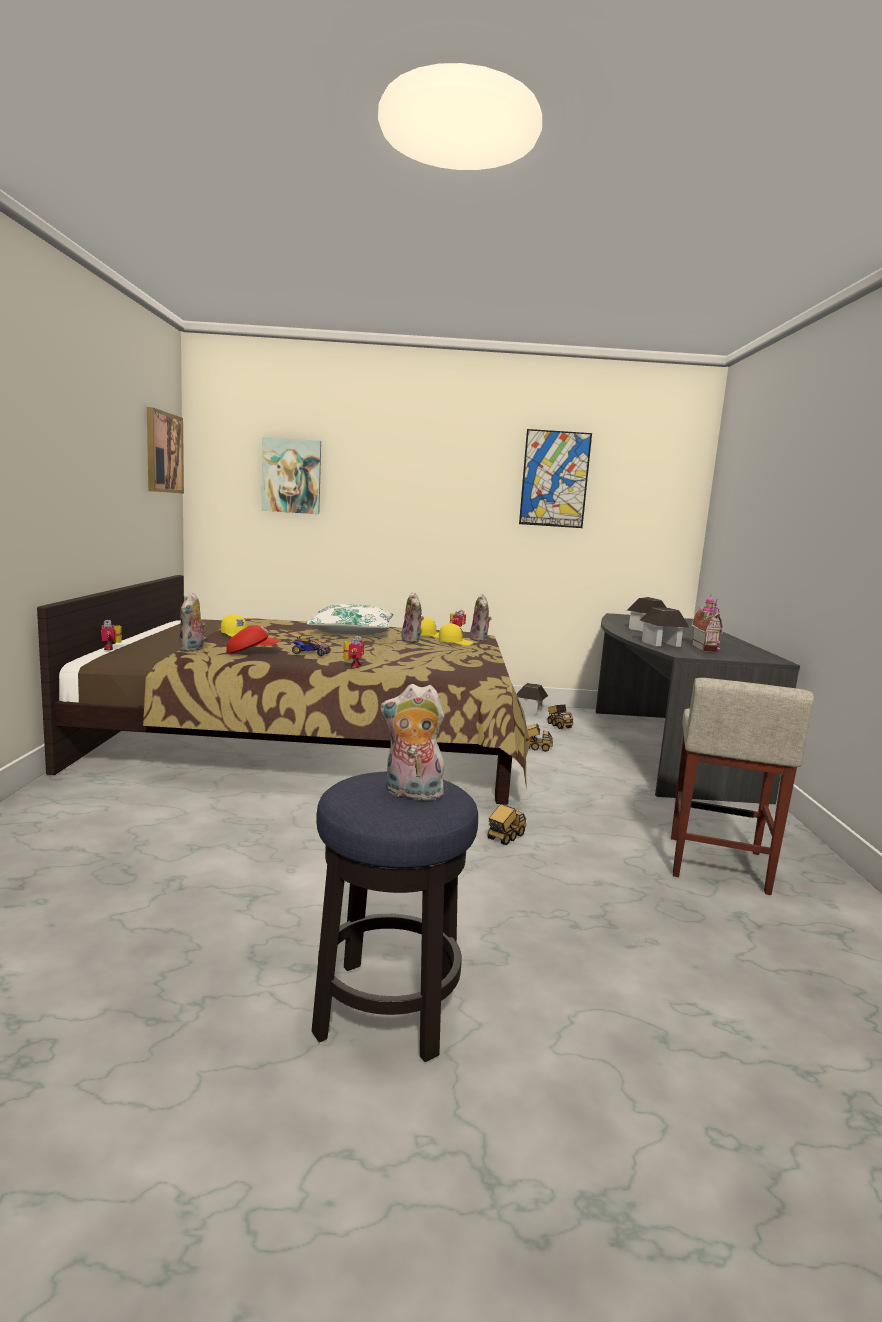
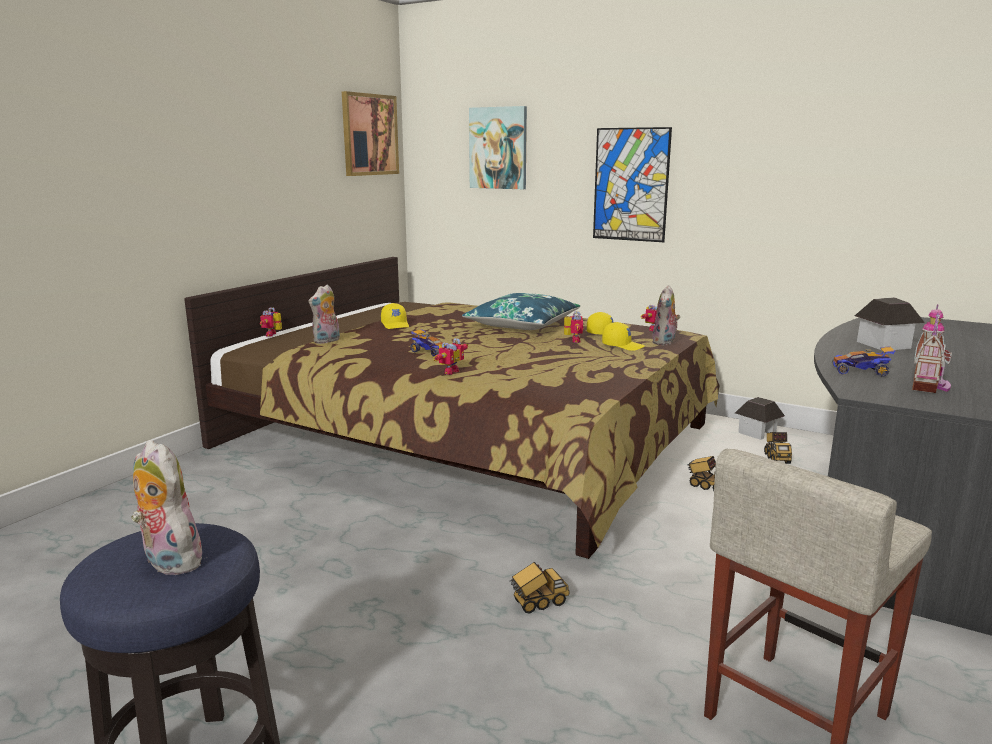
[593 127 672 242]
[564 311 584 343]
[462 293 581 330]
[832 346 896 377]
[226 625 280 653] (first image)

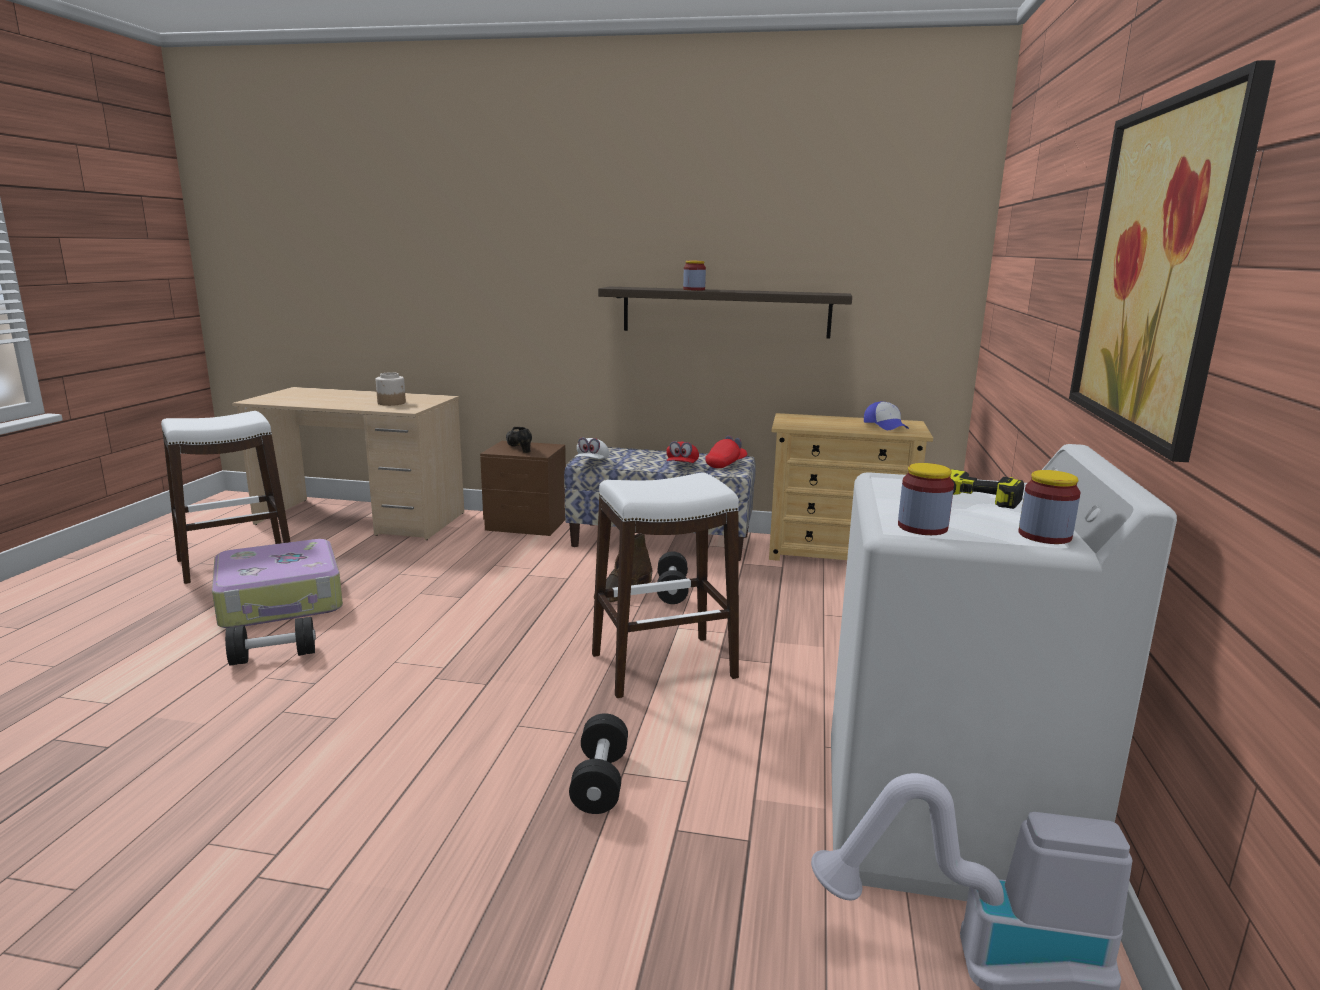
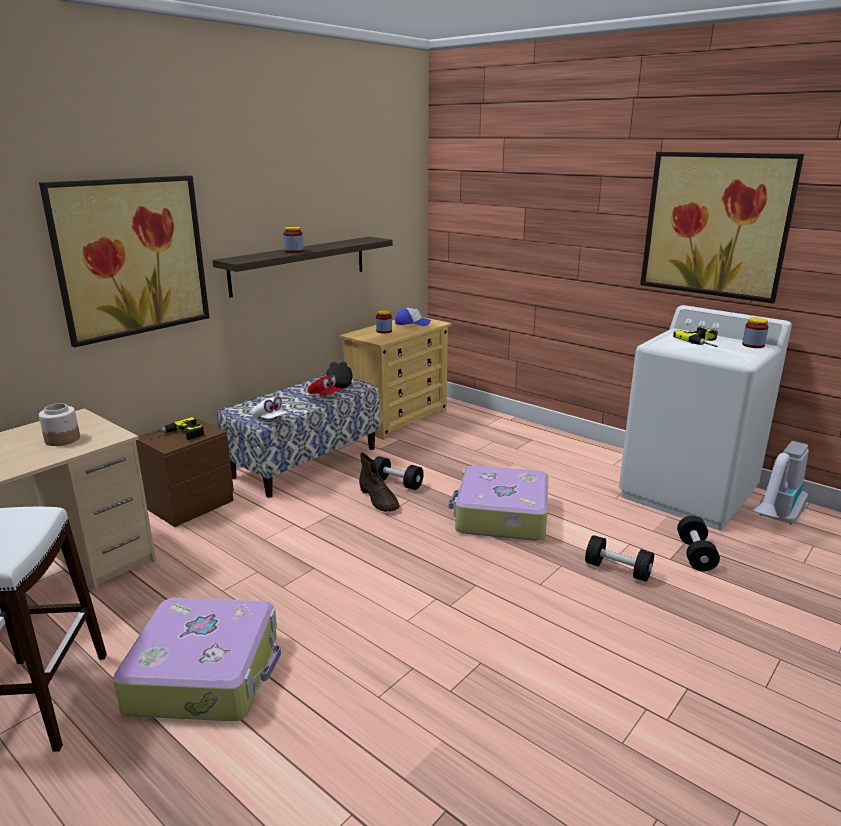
[146 417 204 440]
[327 361 352 389]
[376 310 392 334]
[449 465 548 540]
[677 516 720 571]
[39 176 209 347]

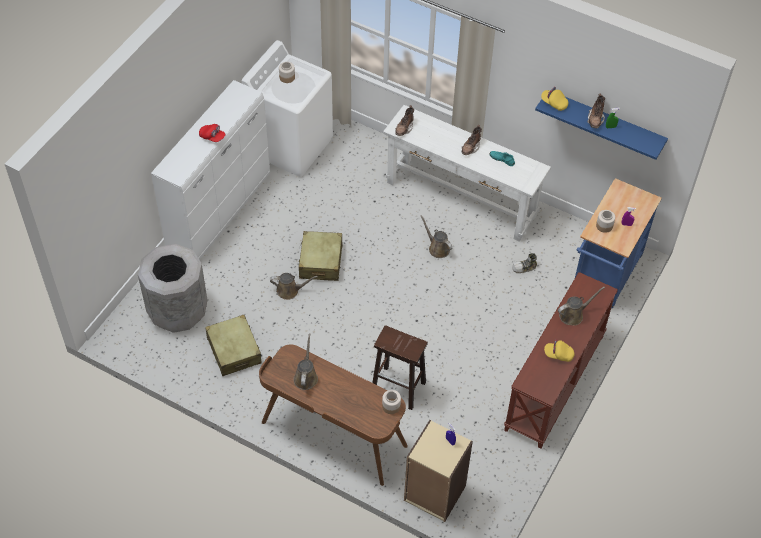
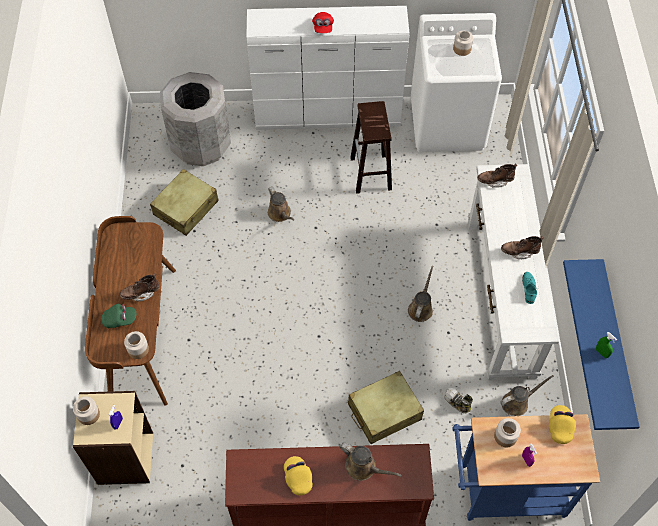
[549 405 576 444]
[120 273 160 302]
[348 371 424 444]
[350 101 392 194]
[500 375 554 416]
[101 304 136 328]
[73 396 100 425]

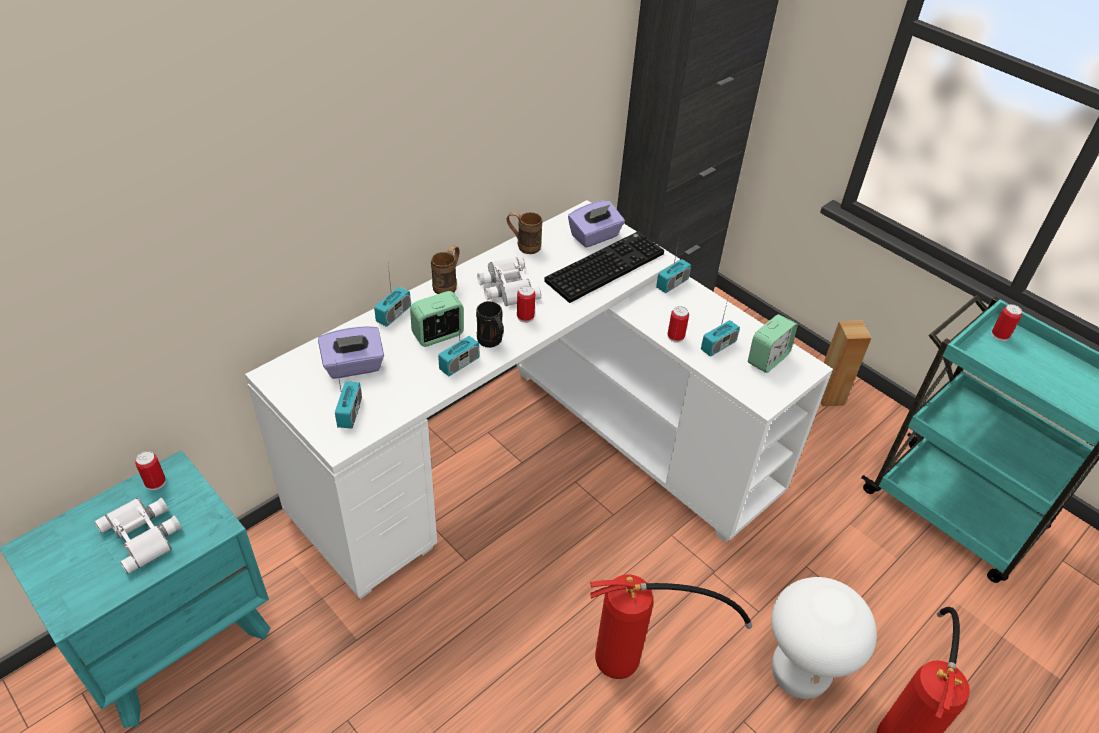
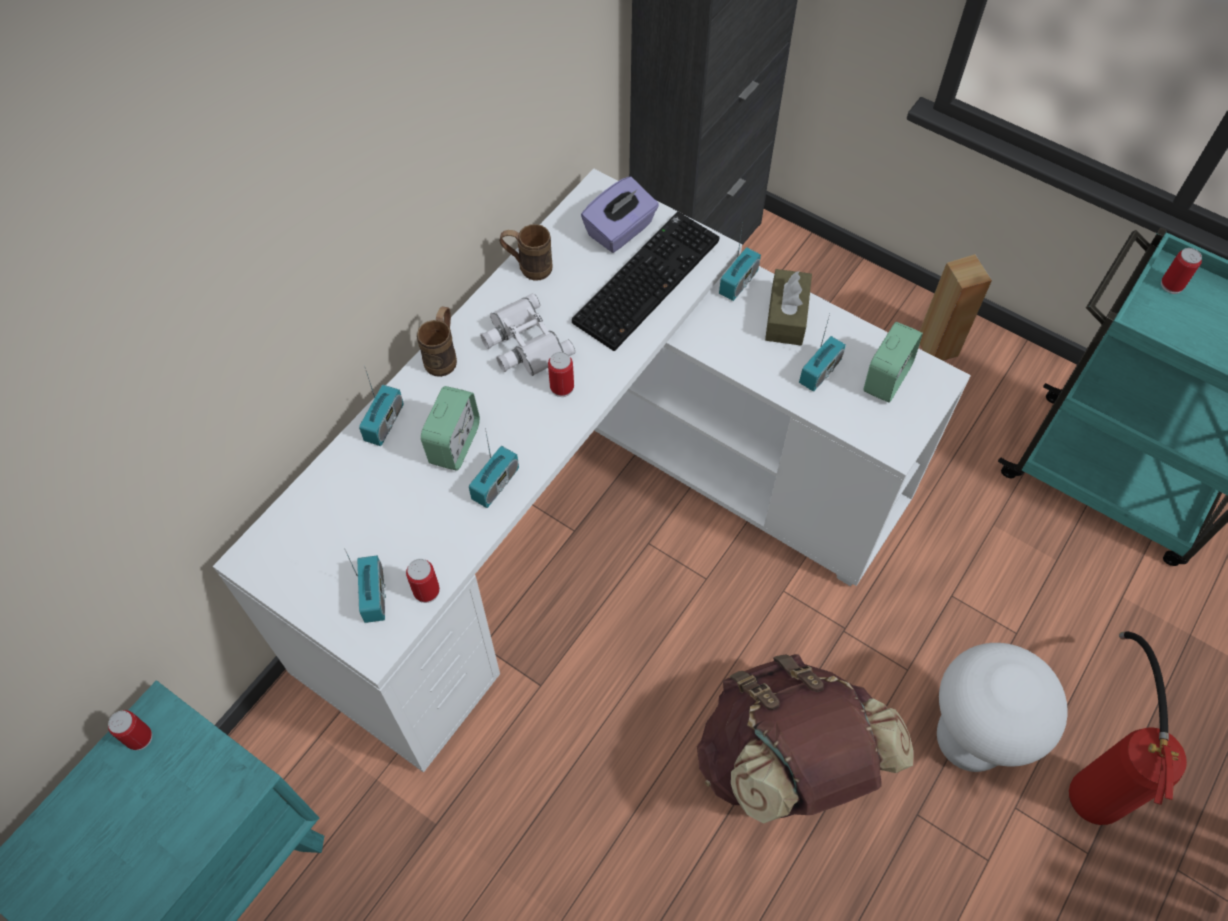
[421 386 480 471]
[476 301 504 348] (first image)
[406 559 440 603]
[318 326 384 379] (first image)
[94 498 182 574] (first image)
[697 654 914 824]
[765 269 812 346]

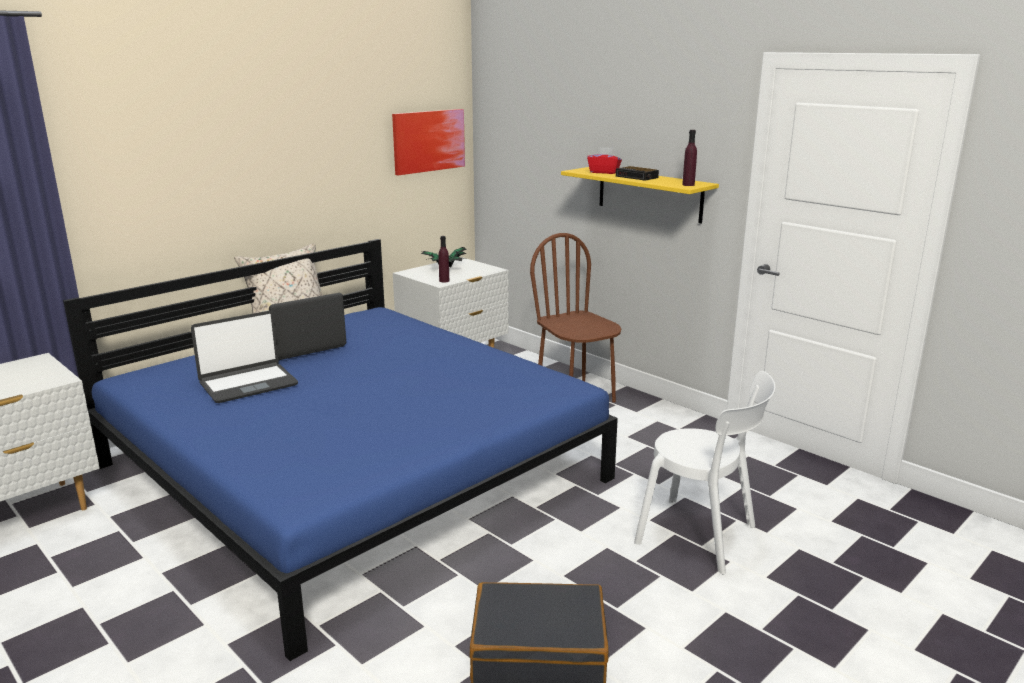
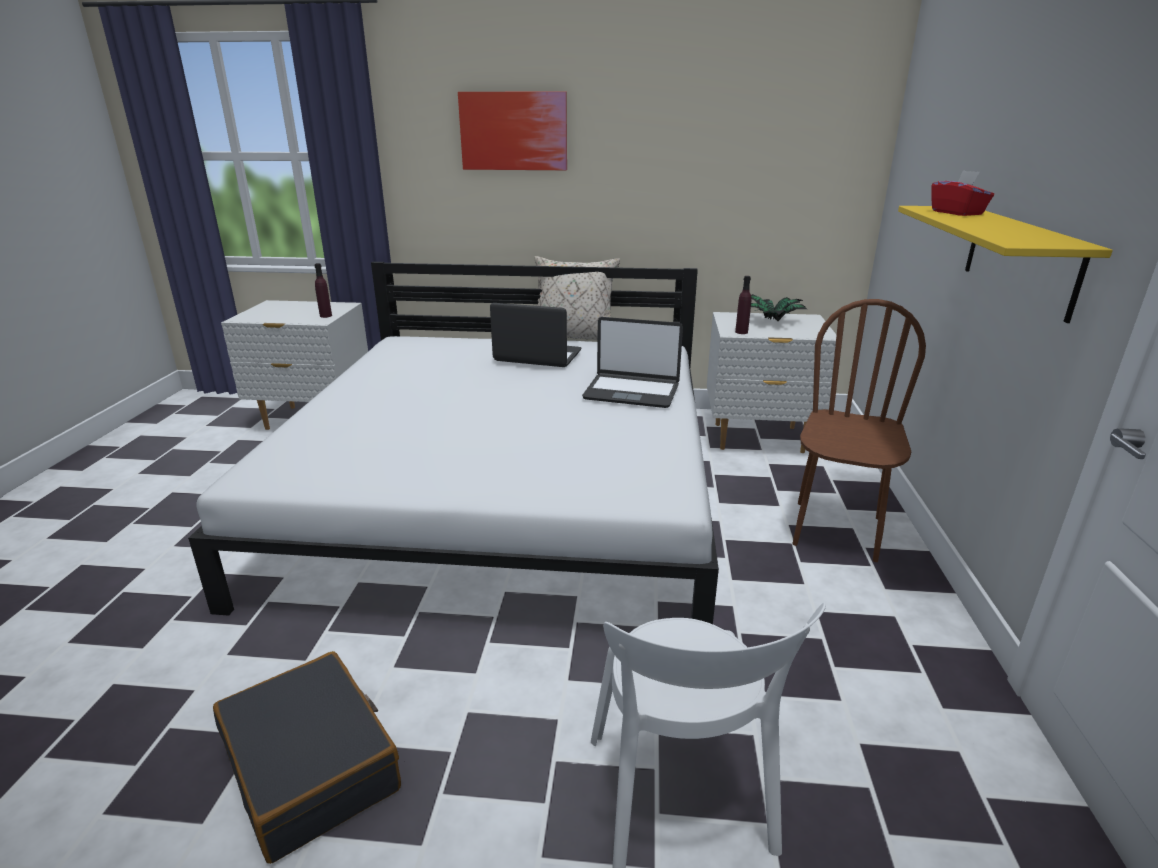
[458 91 567 170]
[314 263 332 318]
[616 166 659 181] (first image)
[188 262 719 624]
[582 317 683 408]

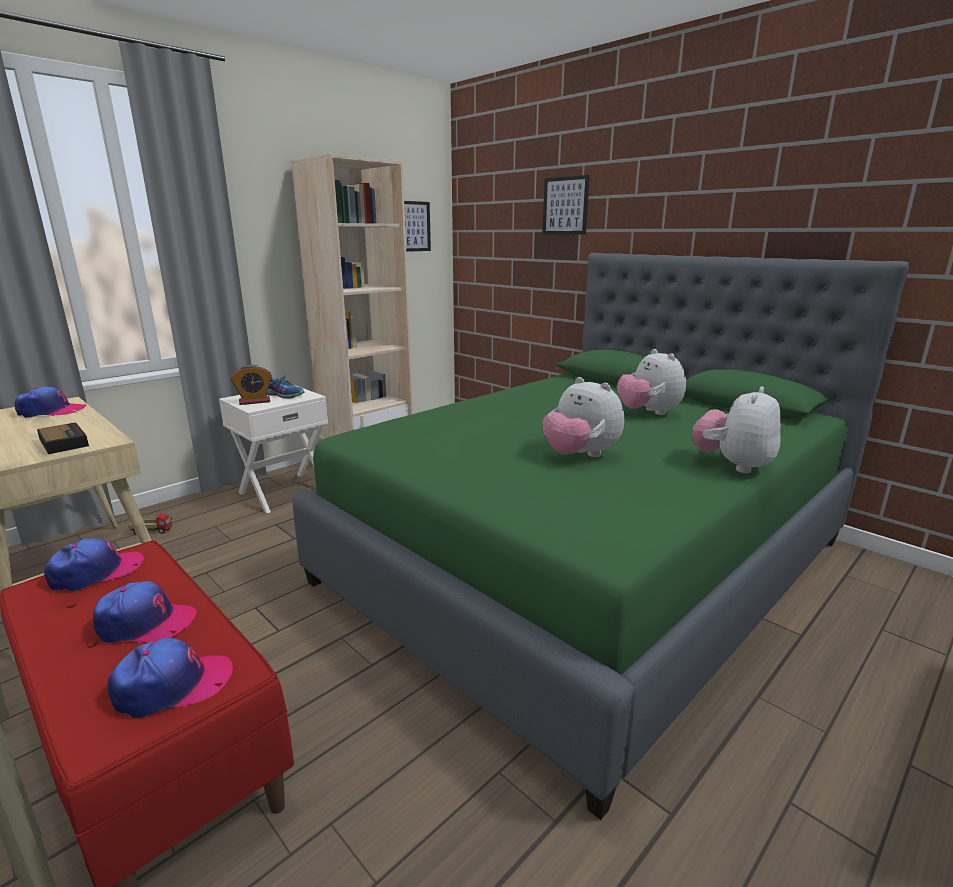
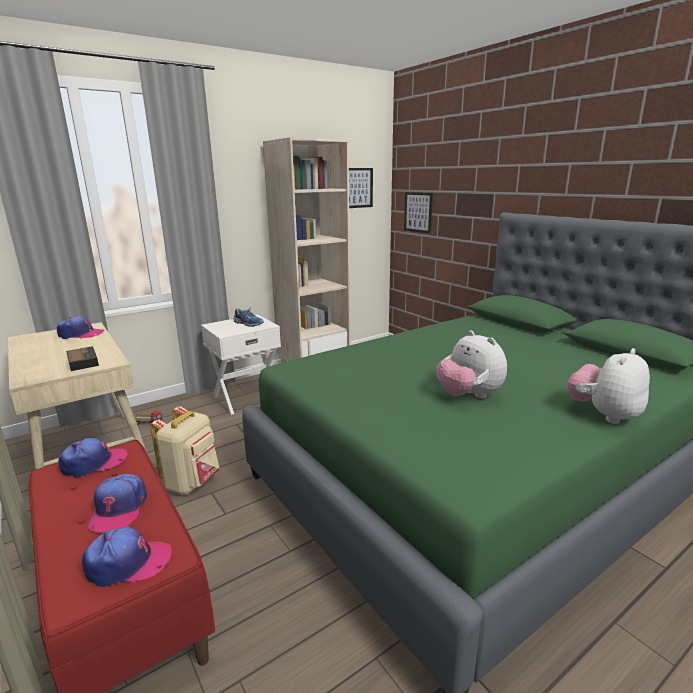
[404 192 433 234]
[617 349 686 415] (first image)
[231 365 272 405] (first image)
[88 474 147 532]
[150 406 220 495]

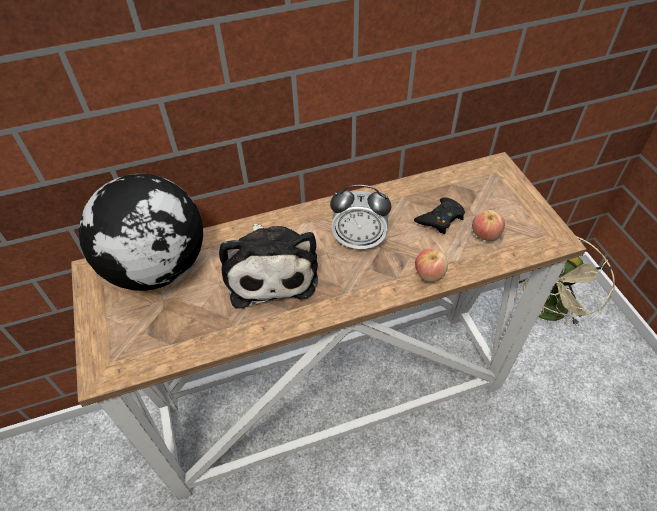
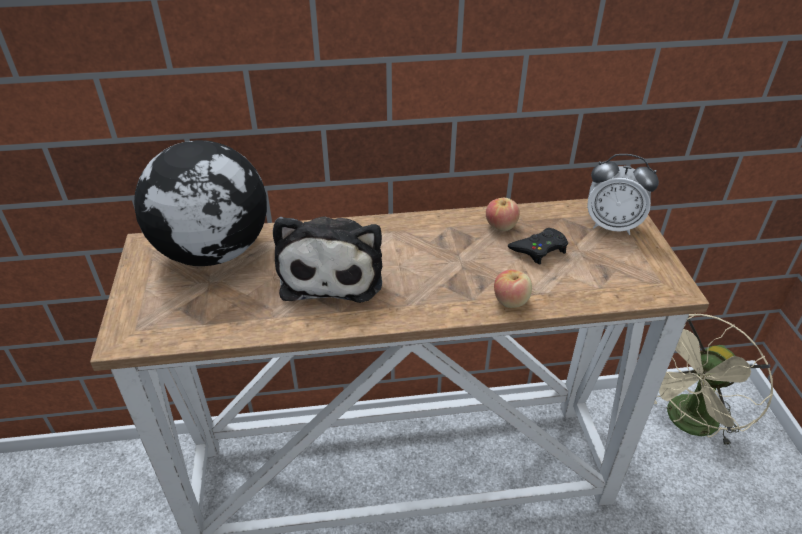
[587 154 659 235]
[486 198 520 231]

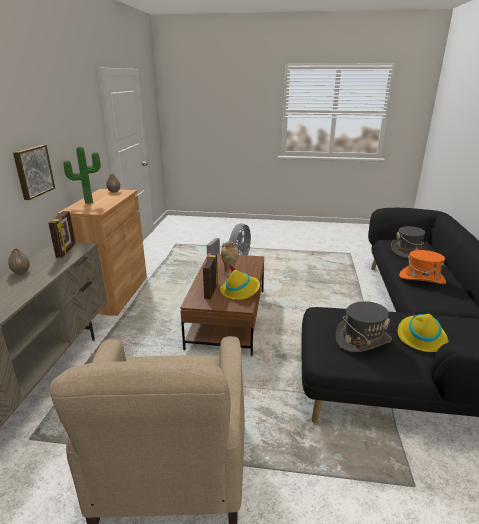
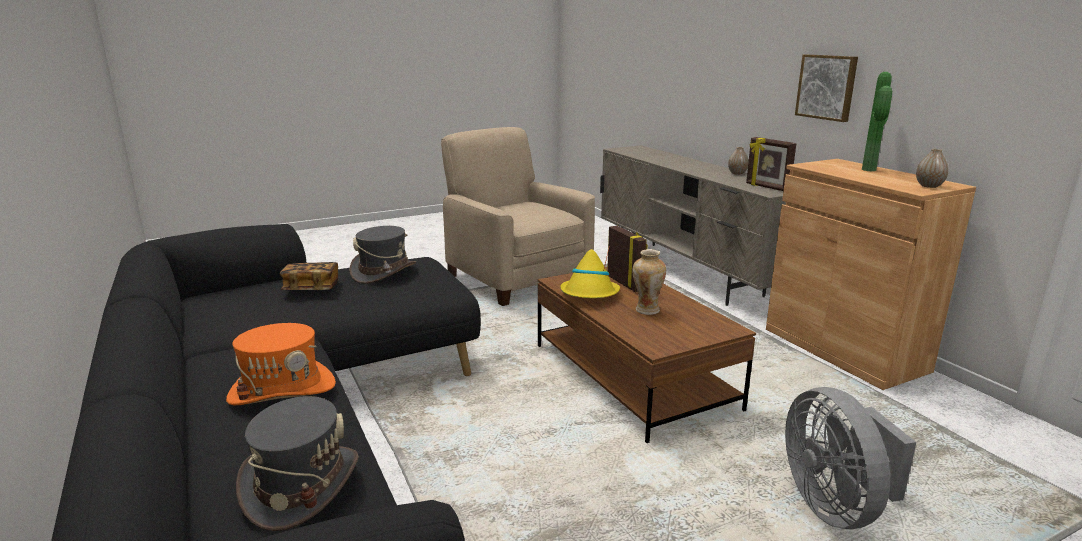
[279 262 338 290]

